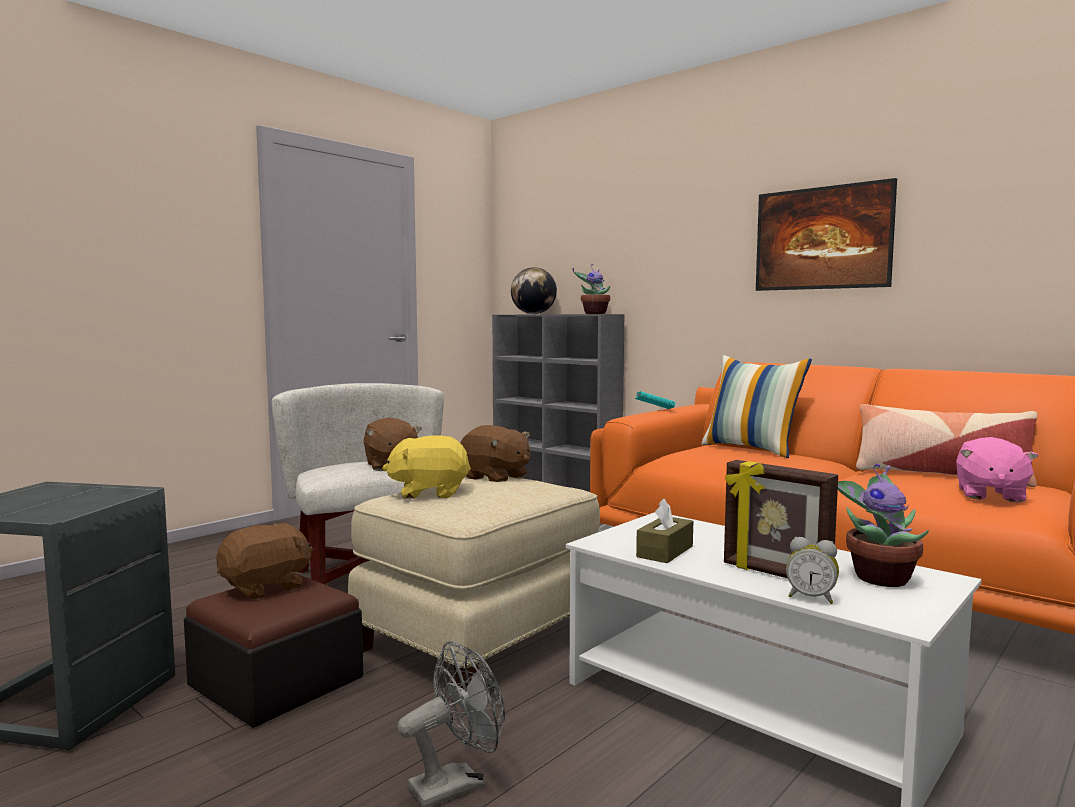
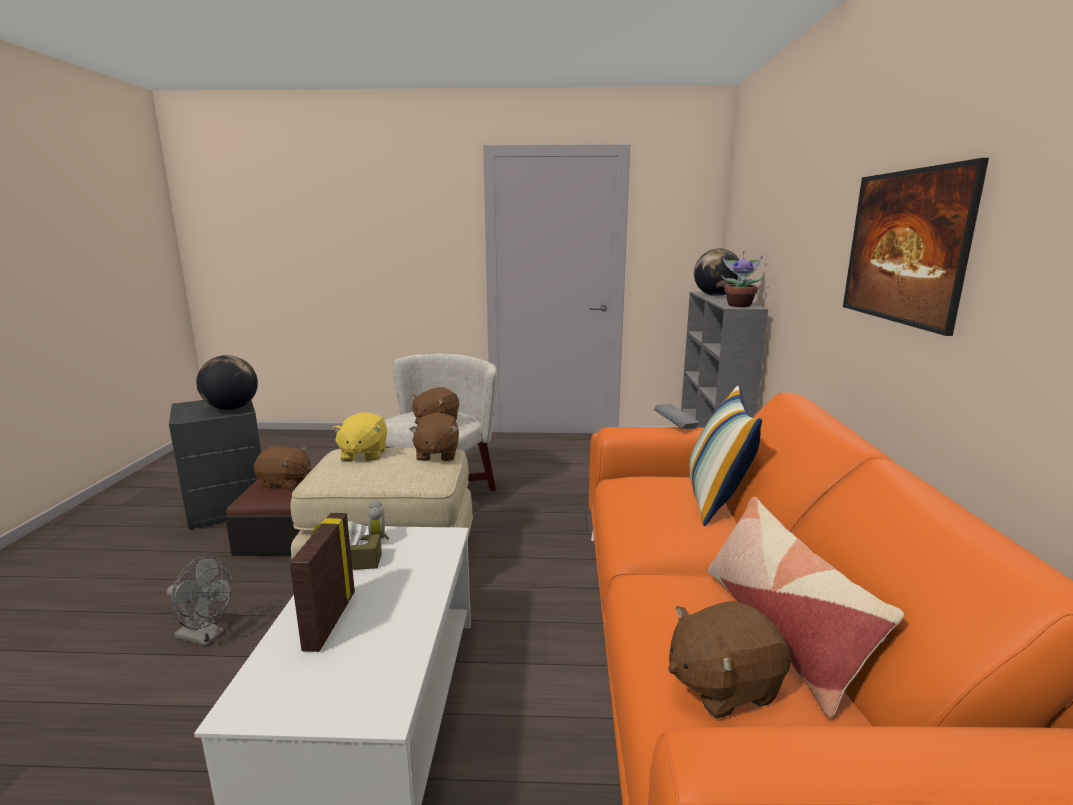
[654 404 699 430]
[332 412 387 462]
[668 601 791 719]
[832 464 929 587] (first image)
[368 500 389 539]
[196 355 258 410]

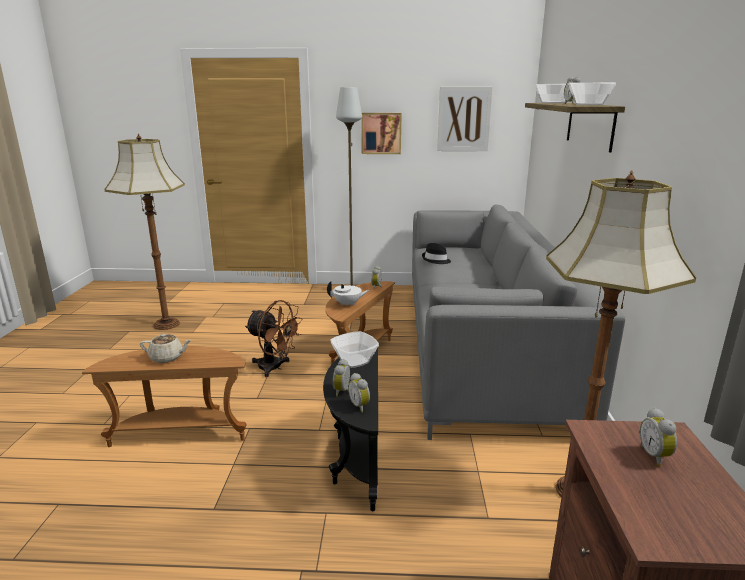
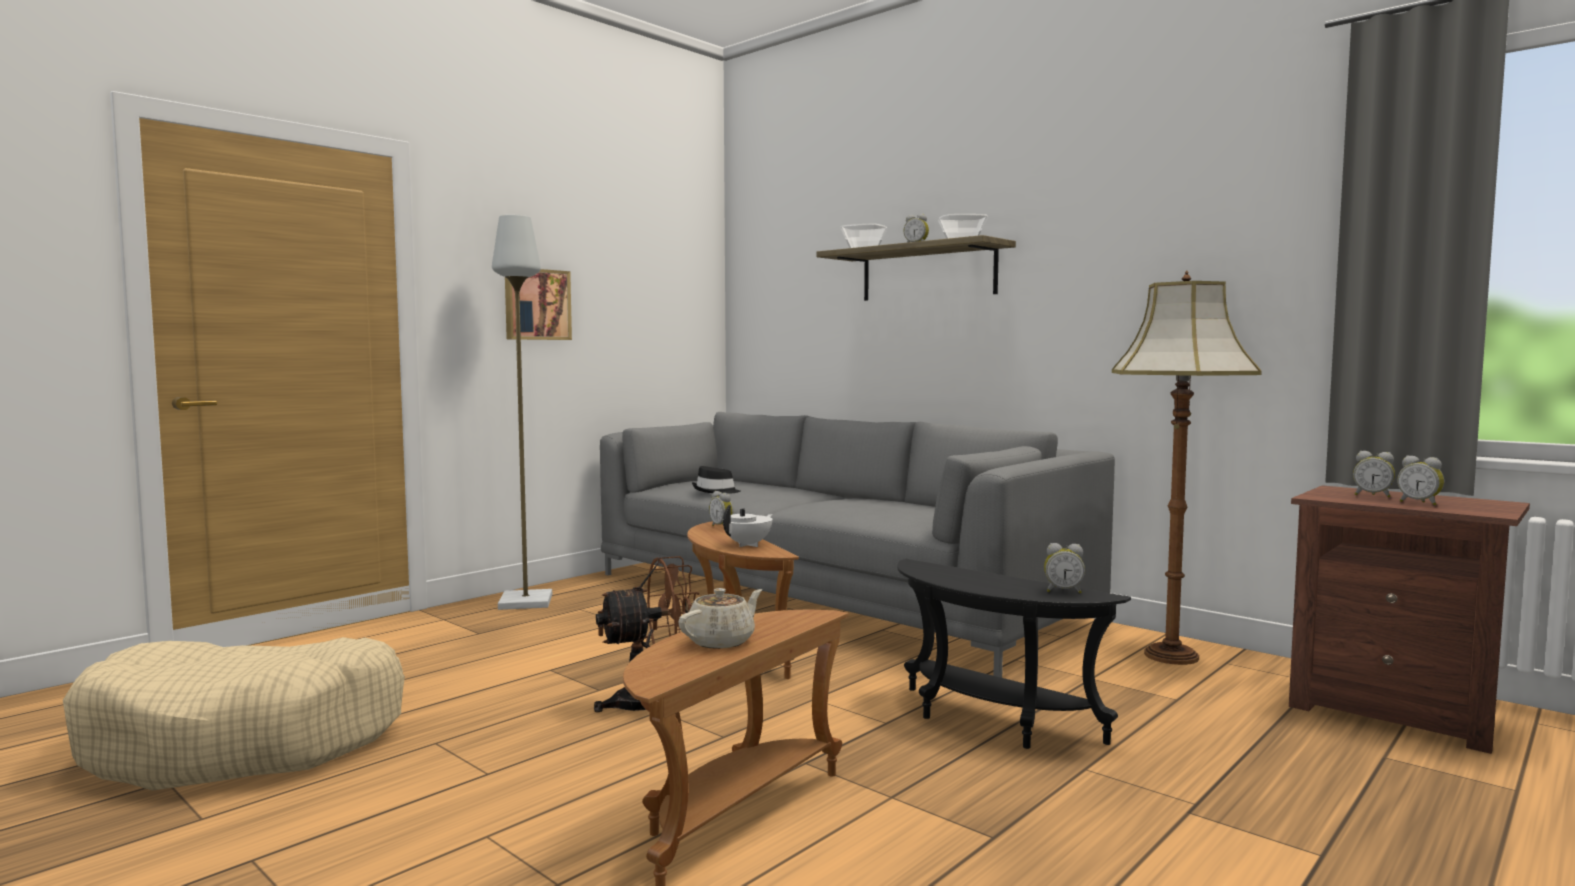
[437 87 492 151] (first image)
[63 637 405 791]
[330 331 379 368] (first image)
[1397 455 1444 506]

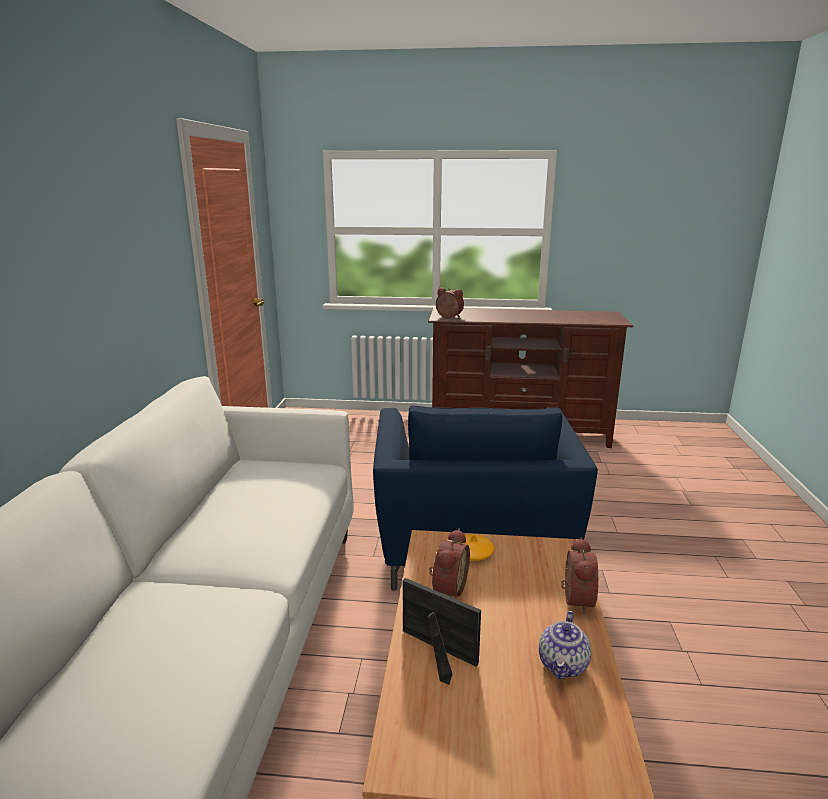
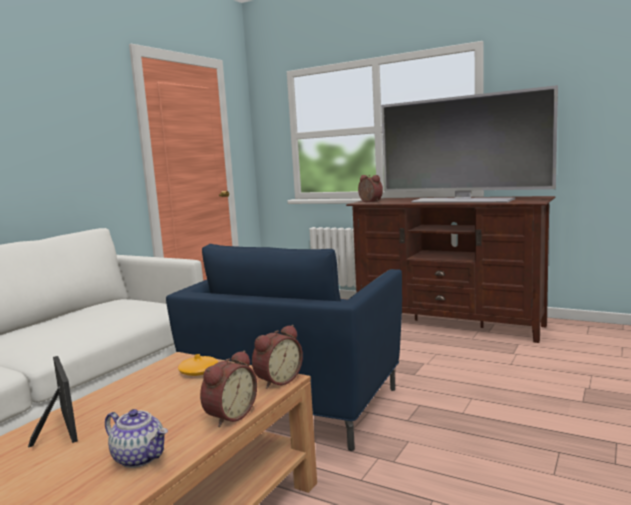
[252 325 303 389]
[105 409 168 468]
[381 85 558 203]

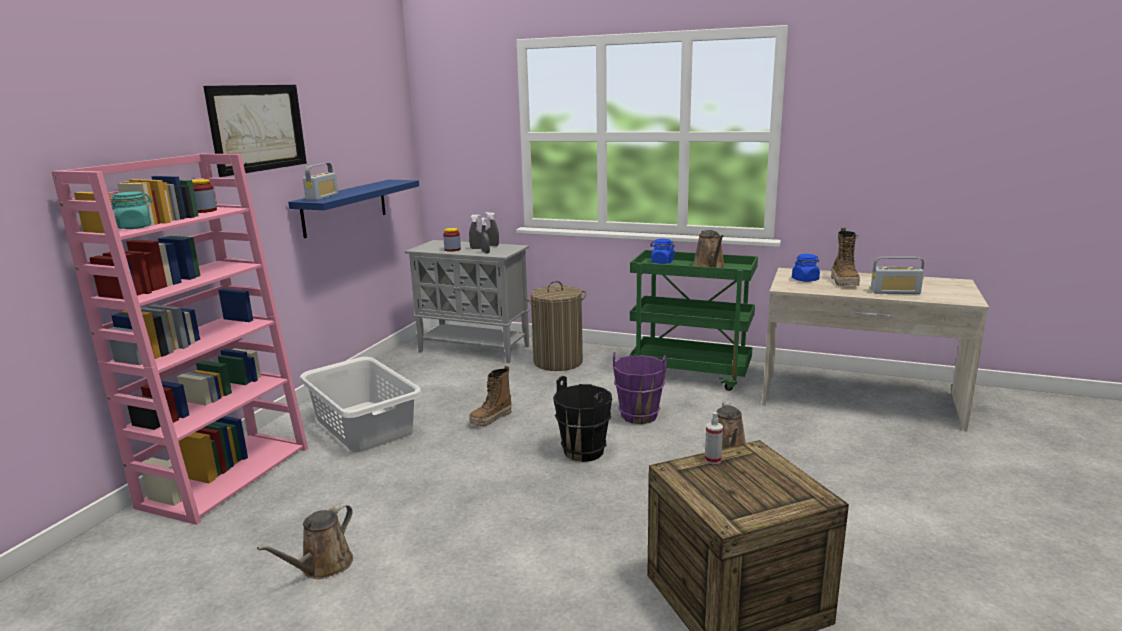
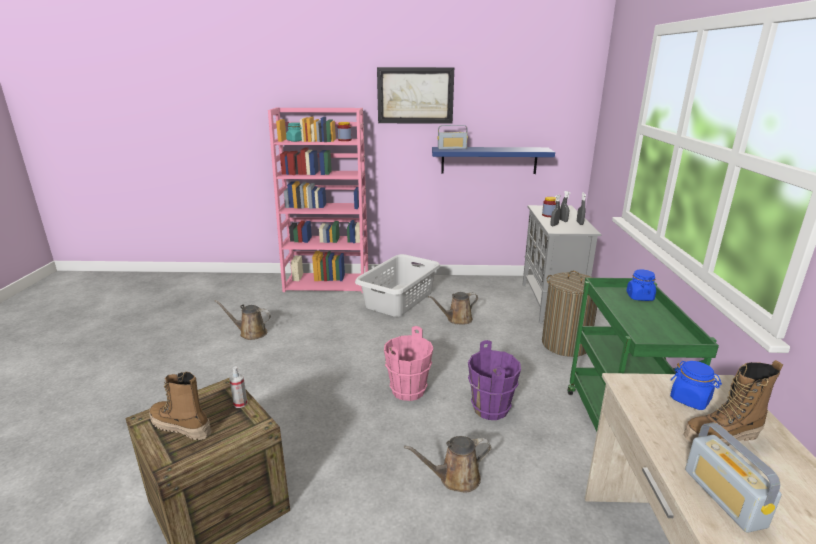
[428 292 478 324]
[149 372 212 440]
[384 326 433 401]

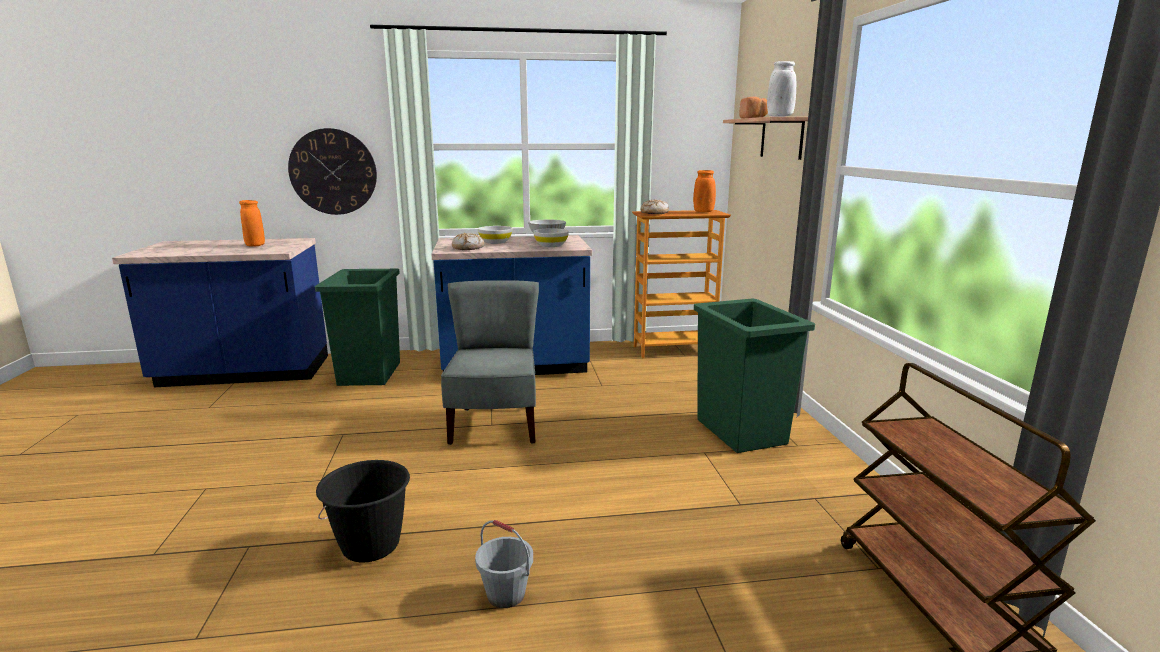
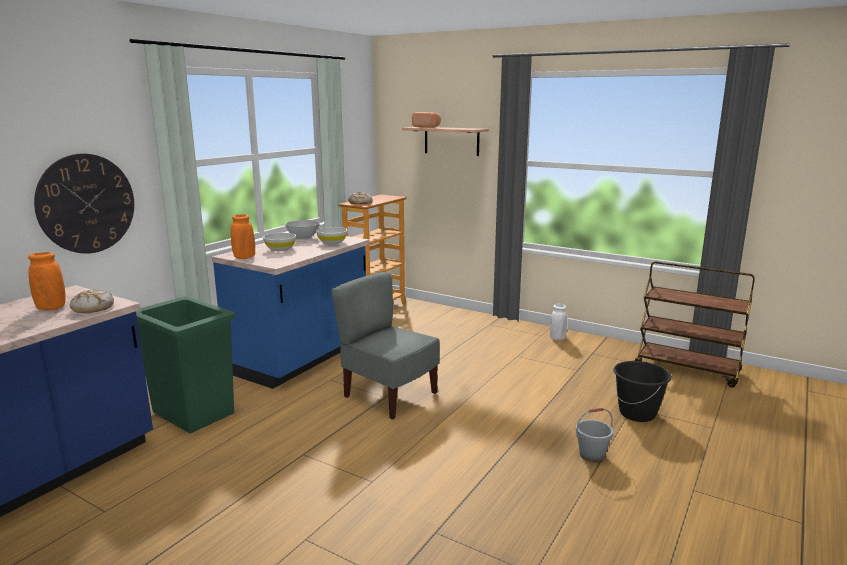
[550 304 567 340]
[231 214 255 259]
[70 289 114 313]
[694 299 815 453] (first image)
[613 361 672 422]

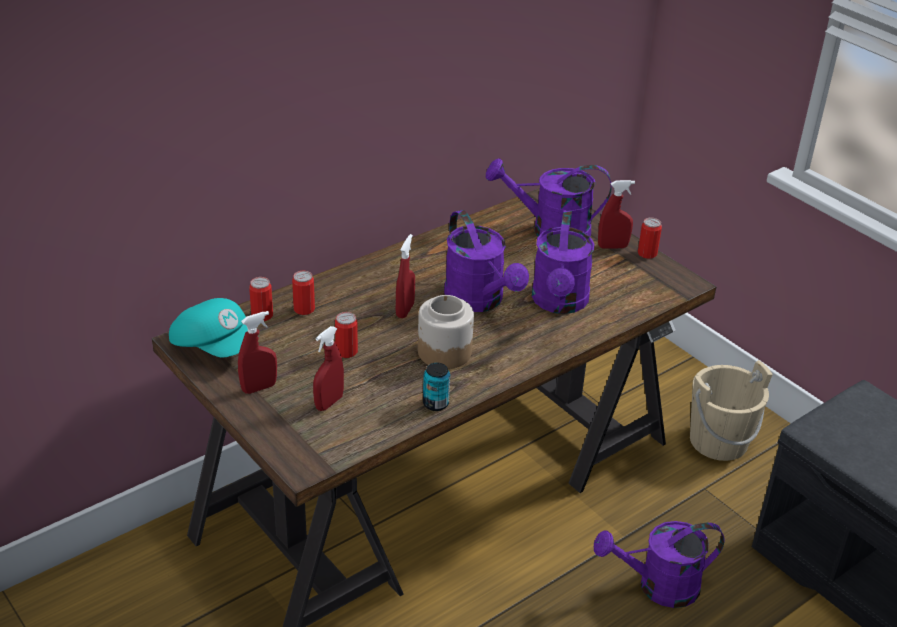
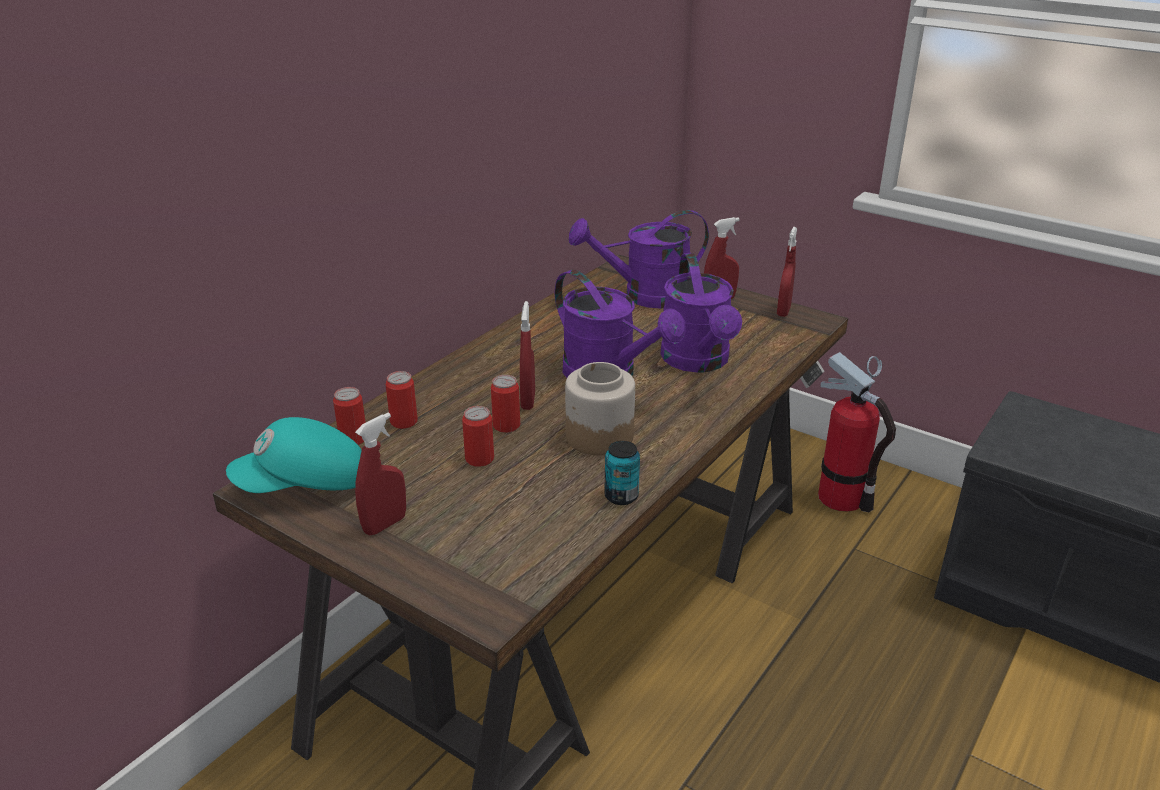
[491 375 520 433]
[226 417 362 493]
[777 227 797 317]
[818 352 896 512]
[594 521 724 608] (first image)

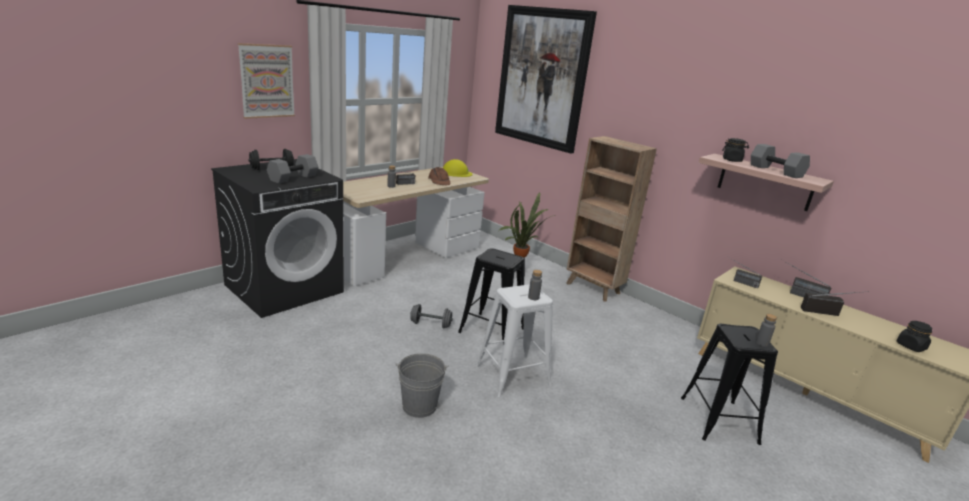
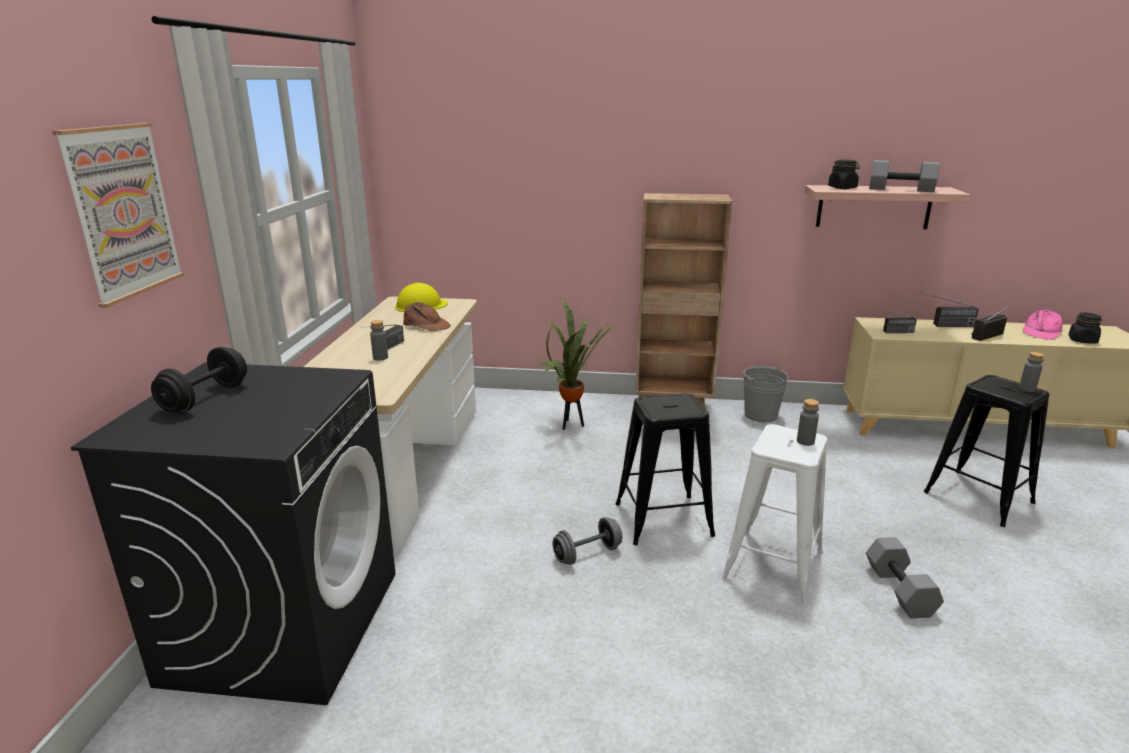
[495 5 597 154] (first image)
[866 537 944 618]
[743 366 788 423]
[1023 310 1063 340]

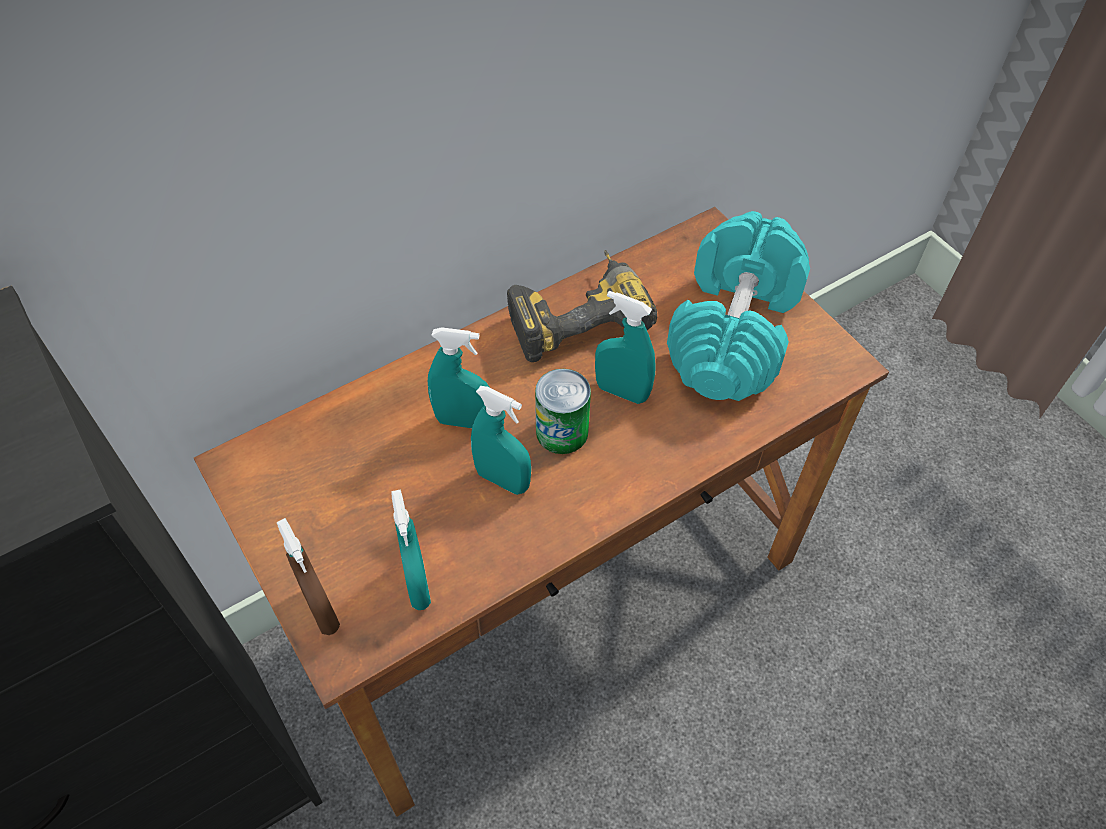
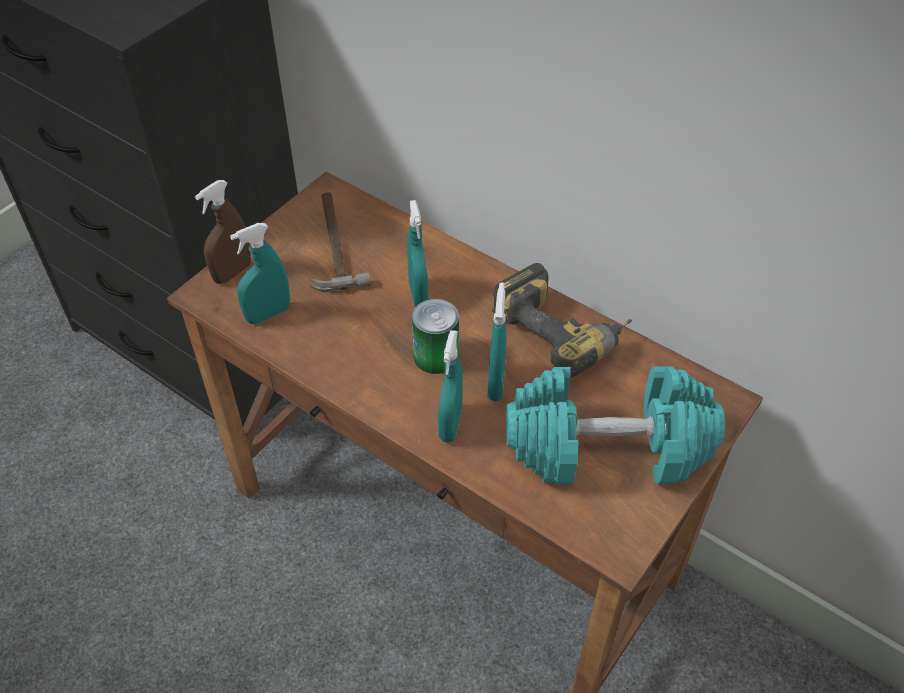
[438 330 463 443]
[309 192 370 291]

